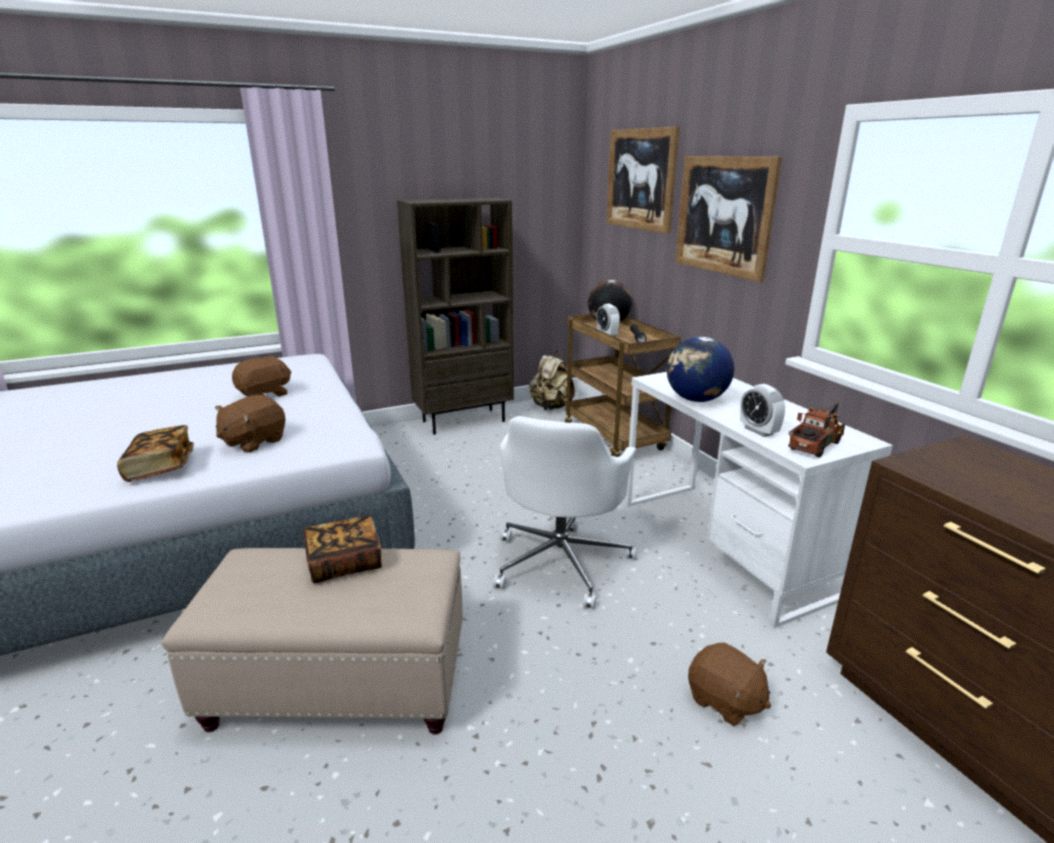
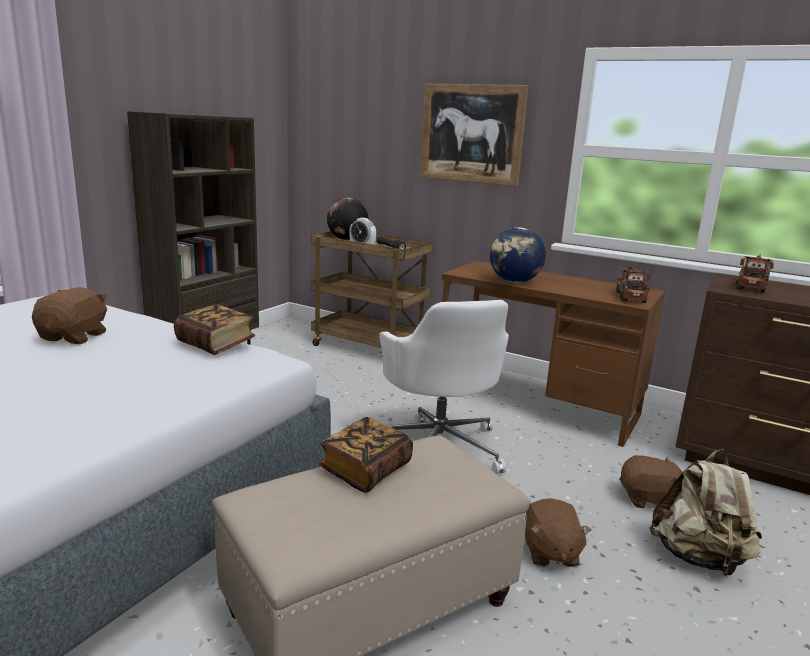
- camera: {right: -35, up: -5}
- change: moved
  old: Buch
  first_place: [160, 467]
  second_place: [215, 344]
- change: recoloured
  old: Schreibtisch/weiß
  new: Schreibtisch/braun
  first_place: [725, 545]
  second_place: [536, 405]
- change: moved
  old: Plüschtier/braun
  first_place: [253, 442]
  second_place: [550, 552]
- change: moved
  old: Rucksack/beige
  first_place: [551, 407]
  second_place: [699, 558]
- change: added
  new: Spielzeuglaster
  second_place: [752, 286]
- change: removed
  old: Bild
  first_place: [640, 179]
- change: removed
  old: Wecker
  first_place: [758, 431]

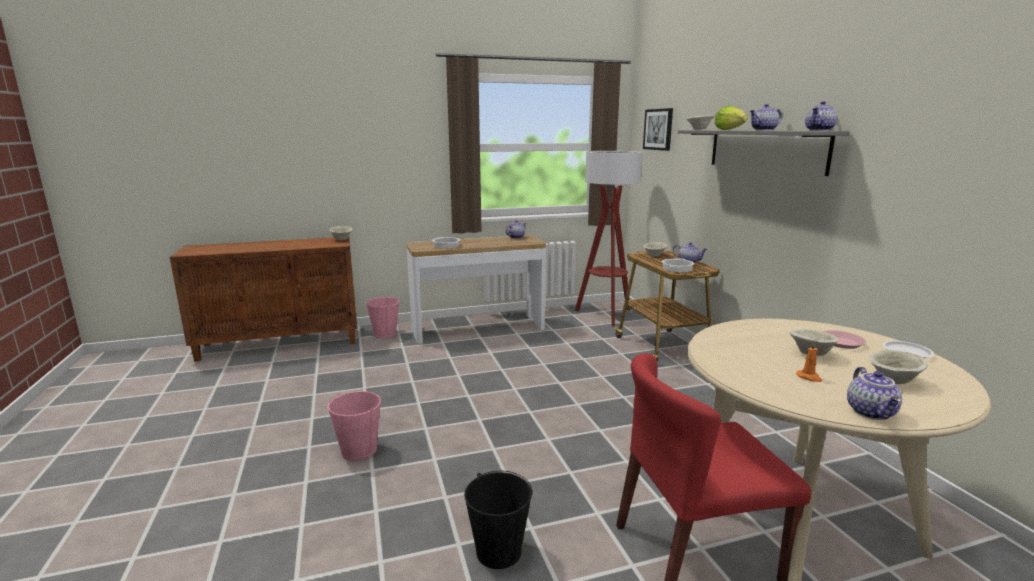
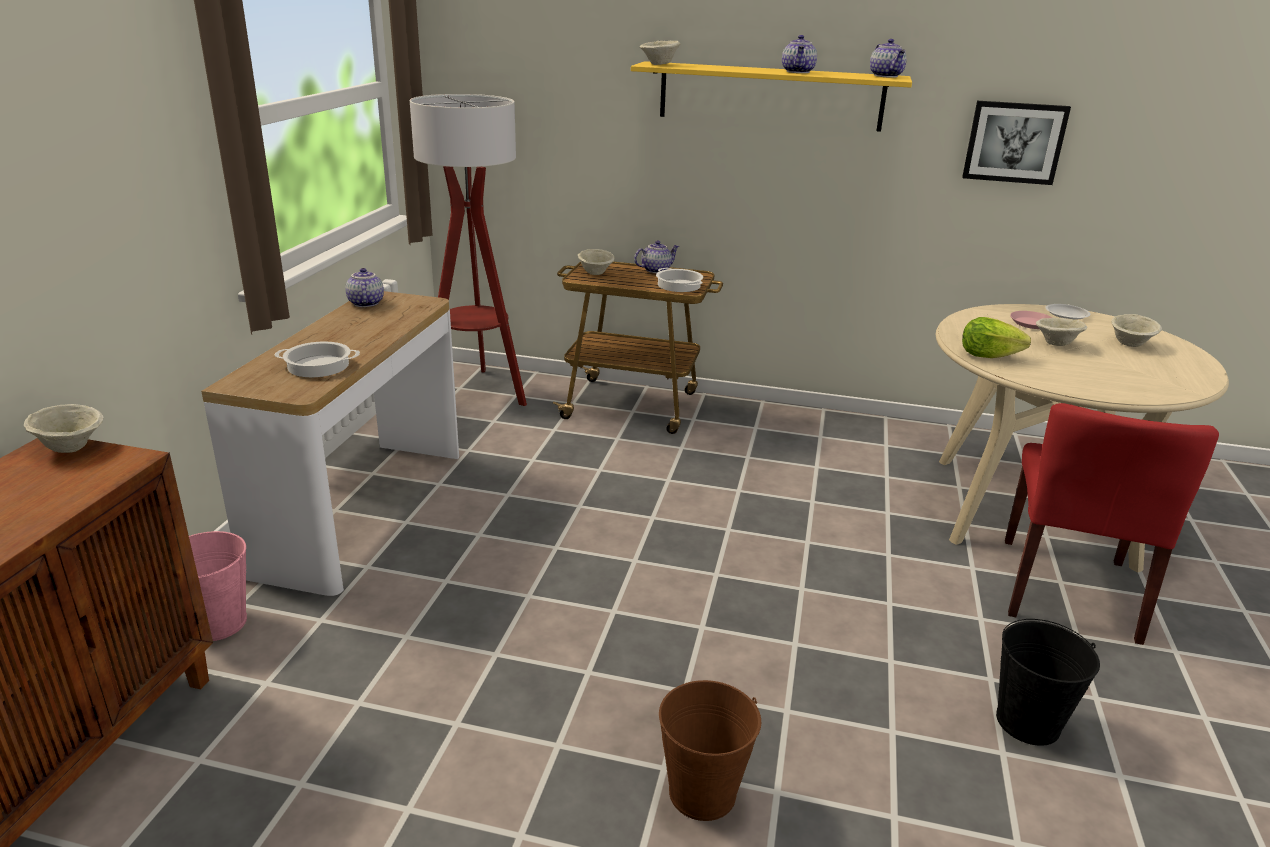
- camera: {right: -60, up: 10}
- change: recoloured
  old: Wandregal/grau
  new: Wandregal/gelb
  first_place: [765, 150]
  second_place: [770, 96]
- change: recoloured
  old: Eimer/rosa
  new: Eimer/braun
  first_place: [359, 450]
  second_place: [701, 792]
- change: moved
  old: Bild
  first_place: [658, 129]
  second_place: [1014, 142]
- change: moved
  old: Salatkopf
  first_place: [729, 130]
  second_place: [988, 356]
- change: removed
  old: Kerze/orange
  first_place: [809, 377]
- change: removed
  old: Teekanne
  first_place: [872, 413]

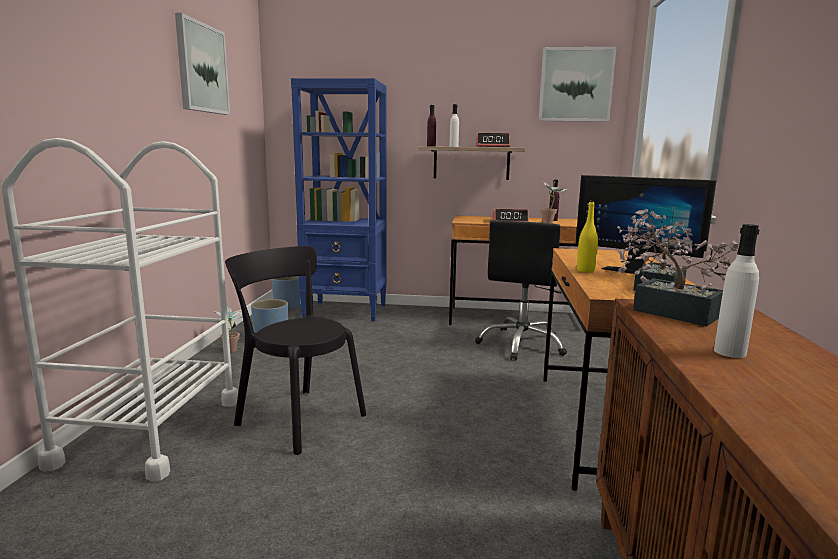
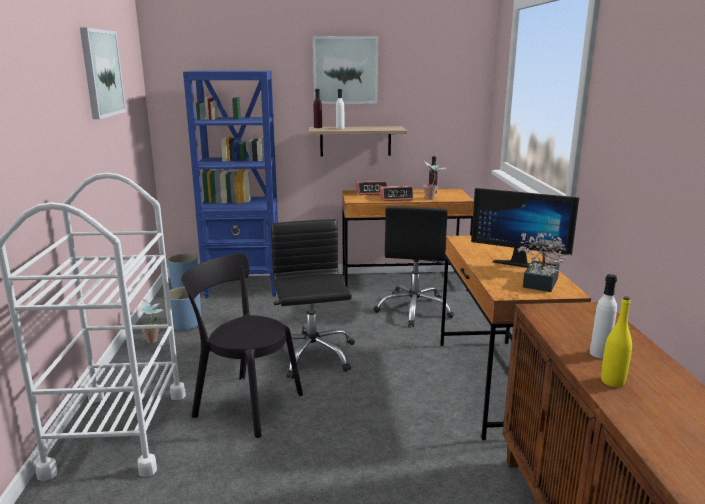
- camera: {right: -10, up: 5}
- change: added
  new: Bürostuhl/schwarz
  second_place: [311, 355]
- change: moved
  old: Bild
  first_place: [575, 85]
  second_place: [345, 70]
- change: moved
  old: Wecker
  first_place: [492, 147]
  second_place: [371, 192]
- change: moved
  old: Flasche/gelb
  first_place: [585, 270]
  second_place: [612, 381]
- change: removed
  old: Topfpflanze
  first_place: [667, 310]

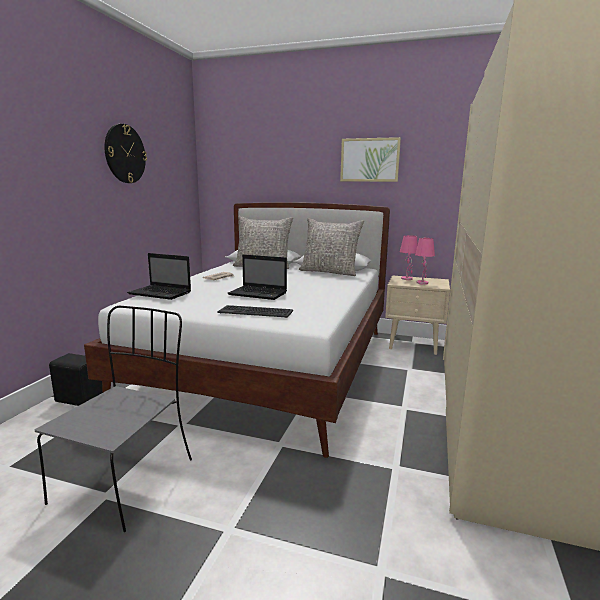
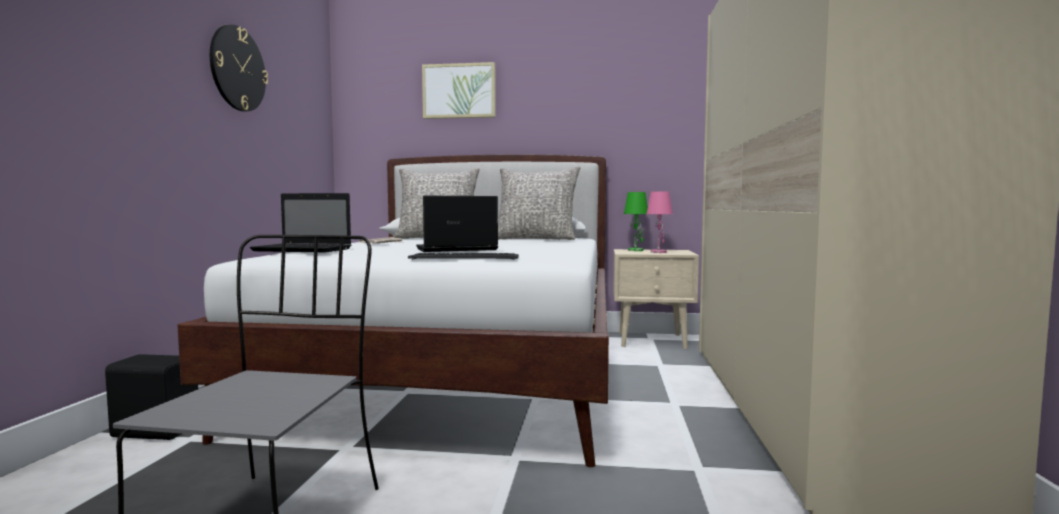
- camera: {right: -10, up: -10}
- change: turned
  old: Laptop
  first_place: [259, 294]
  second_place: [454, 249]
  degrees: 150
- change: moved
  old: Bild
  first_place: [369, 160]
  second_place: [459, 91]
- change: recoloured
  old: Tischlampe/rosa
  new: Tischlampe/grün
  first_place: [407, 279]
  second_place: [636, 250]

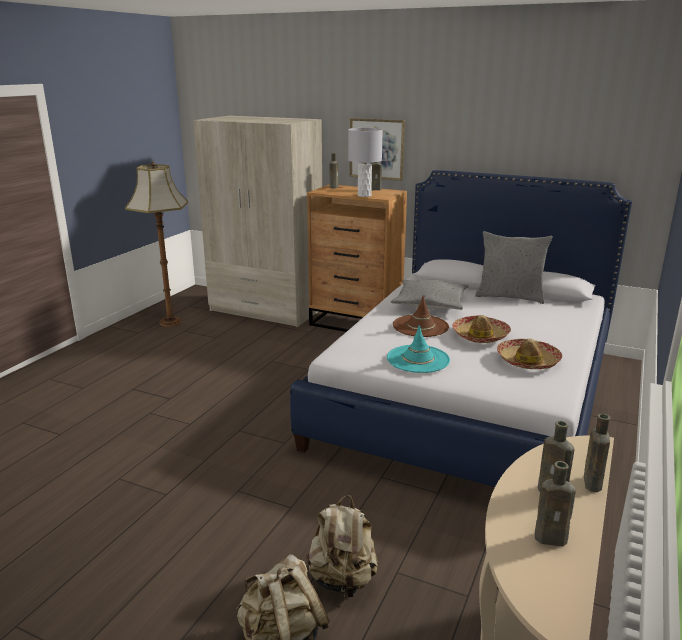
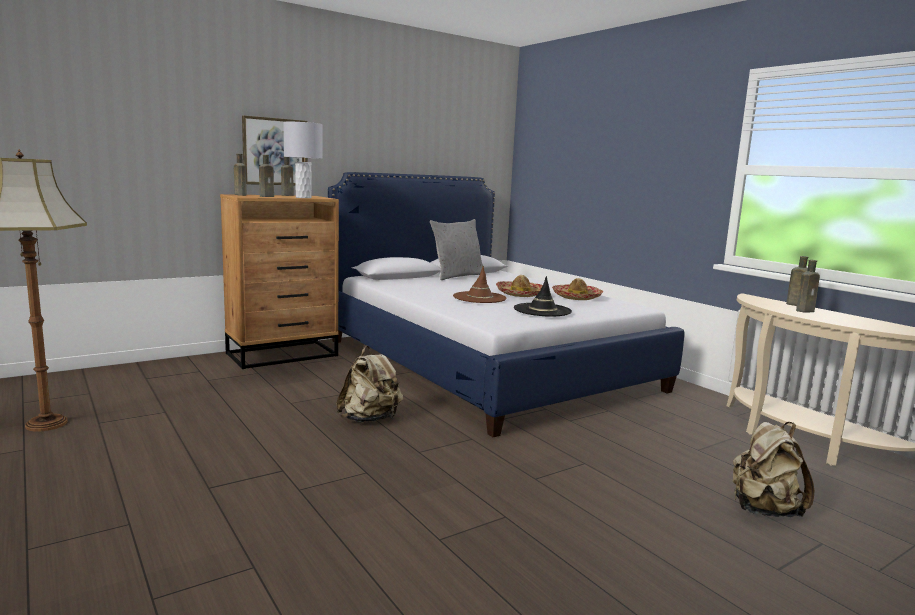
- camera: {right: -60, up: -10}
- change: moved
  old: Flasche/braun
  first_place: [553, 539]
  second_place: [267, 196]
- change: moved
  old: Rucksack/beige
  first_place: [342, 579]
  second_place: [370, 419]
- change: recoloured
  old: Hut/türkis
  new: Hut/schwarz
  first_place: [418, 359]
  second_place: [542, 310]
- change: removed
  old: Kleiderschrank/beige
  first_place: [266, 309]
- change: removed
  old: Kissen/grau
  first_place: [430, 303]

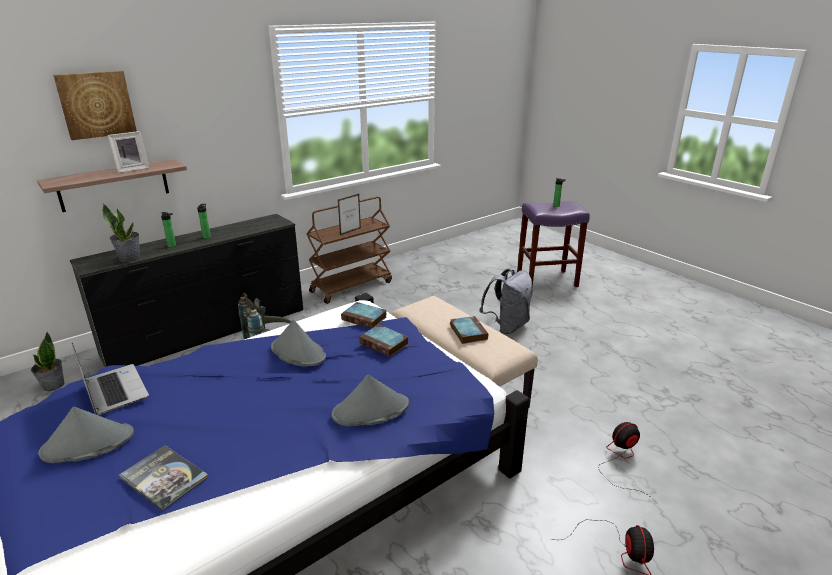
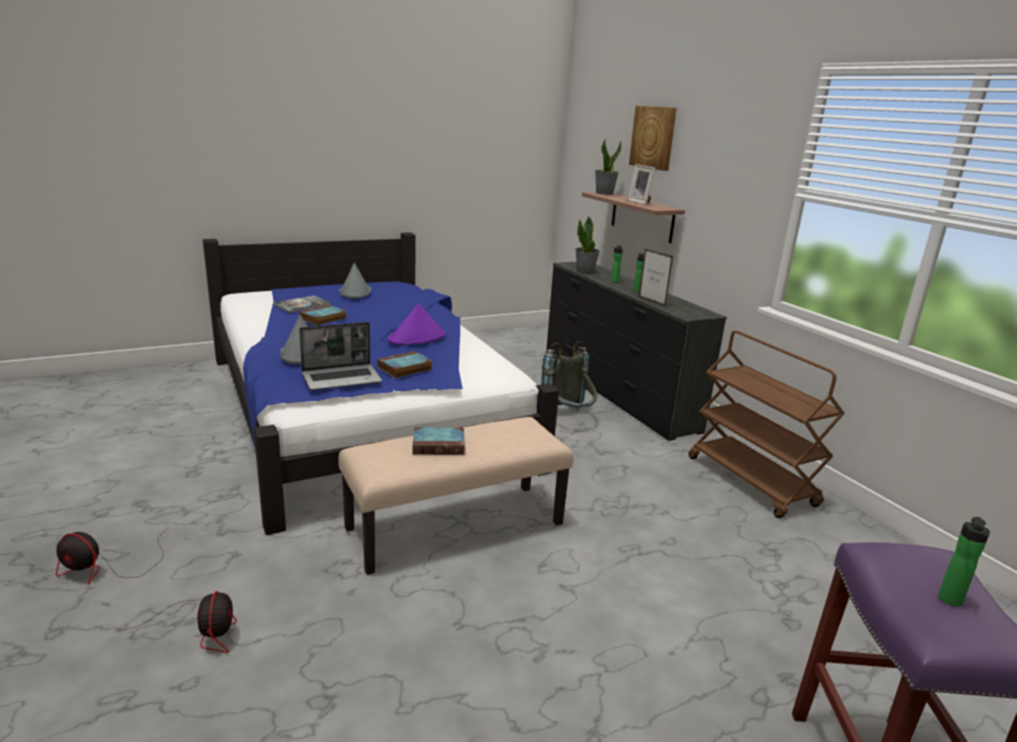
- camera: {right: 100, up: -5}
- change: moved
  old: Buch
  first_place: [365, 318]
  second_place: [322, 318]
- change: moved
  old: Laptop
  first_place: [114, 390]
  second_place: [342, 378]
- change: recoloured
  old: Hut/grau
  new: Hut/lila
  first_place: [298, 352]
  second_place: [417, 338]
- change: moved
  old: Topfpflanze
  first_place: [53, 385]
  second_place: [604, 193]
- change: moved
  old: Bilderrahmen
  first_place: [350, 231]
  second_place: [651, 301]
- change: removed
  old: Rucksack/grau
  first_place: [507, 326]

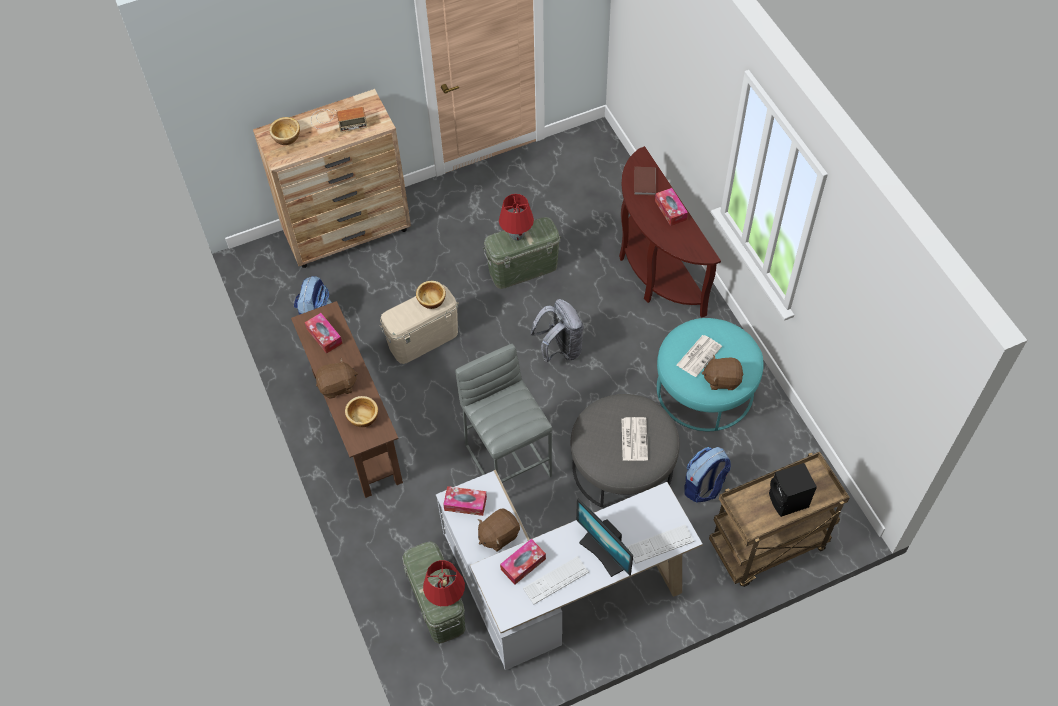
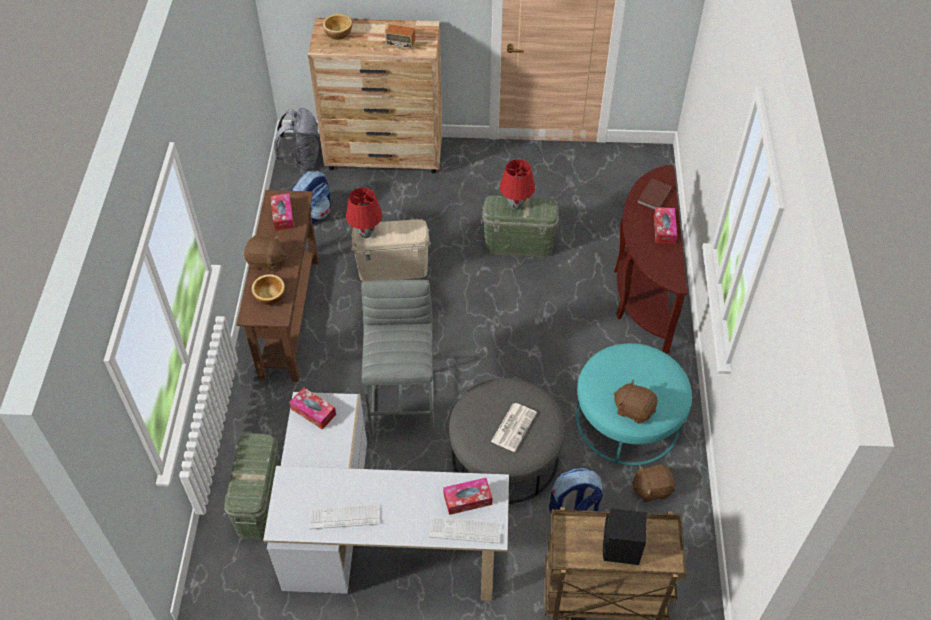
- camera: {right: 25, up: -5}
- change: moved
  old: Rucksack/grau
  first_place: [560, 349]
  second_place: [302, 159]
- change: moved
  old: Tischlampe/rot
  first_place: [446, 597]
  second_place: [366, 233]
- change: moved
  old: Taschentuchbox
  first_place: [523, 564]
  second_place: [467, 499]
- change: moved
  old: Plüschtier/braun
  first_place: [498, 535]
  second_place: [651, 489]
- change: removed
  old: Schüssel
  first_place: [431, 300]
- change: removed
  old: Monitor
  first_place: [604, 552]
- change: removed
  old: Zeitung
  first_place: [699, 355]

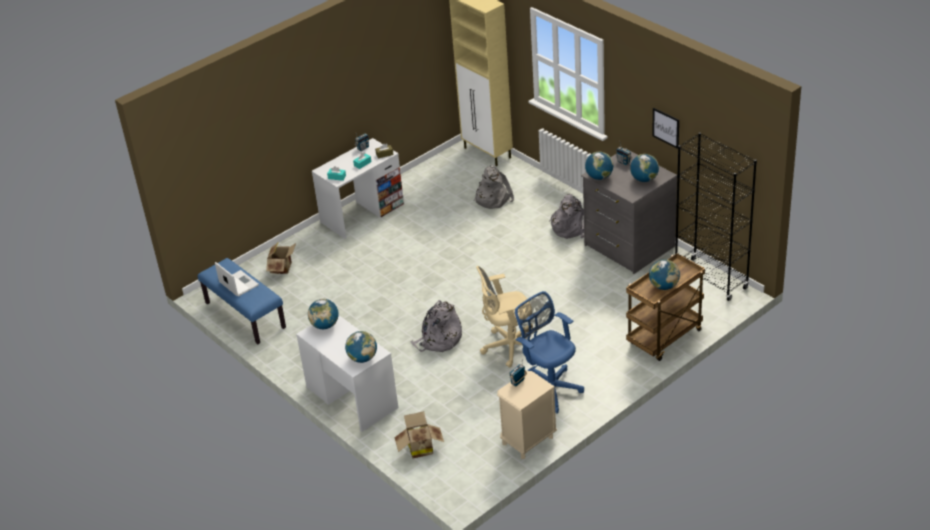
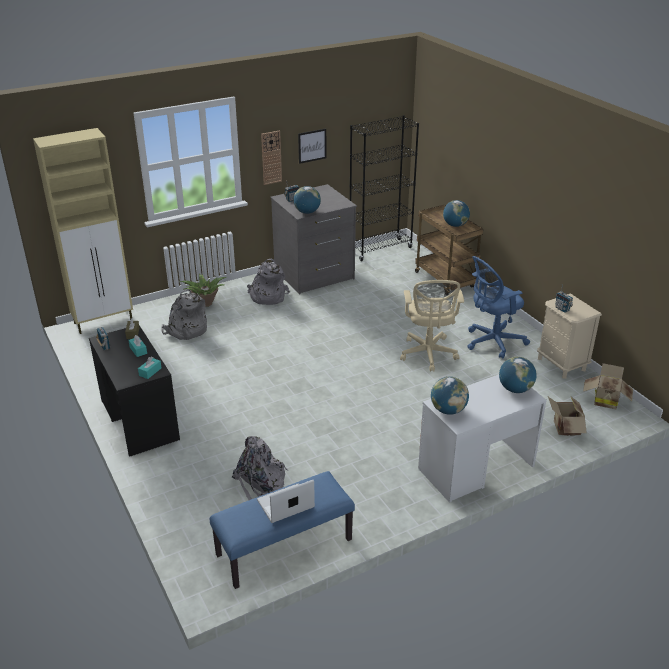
- camera: {right: -80, up: -5}
- change: recoloured
  old: Schreibtisch/weiß
  new: Schreibtisch/schwarz
  first_place: [362, 213]
  second_place: [139, 420]
- change: added
  new: Topfpflanze
  second_place: [205, 303]
- change: moved
  old: Rucksack/grau
  first_place: [439, 340]
  second_place: [260, 485]
- change: added
  new: Wanduhr
  second_place: [271, 157]
- change: moved
  old: Karton
  first_place: [283, 268]
  second_place: [605, 400]
- change: removed
  old: Globus
  first_place: [644, 179]

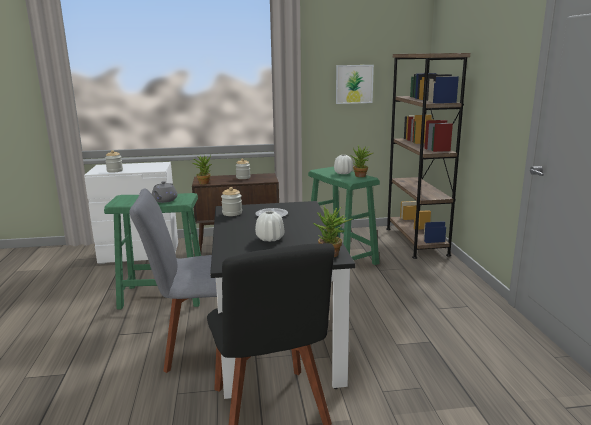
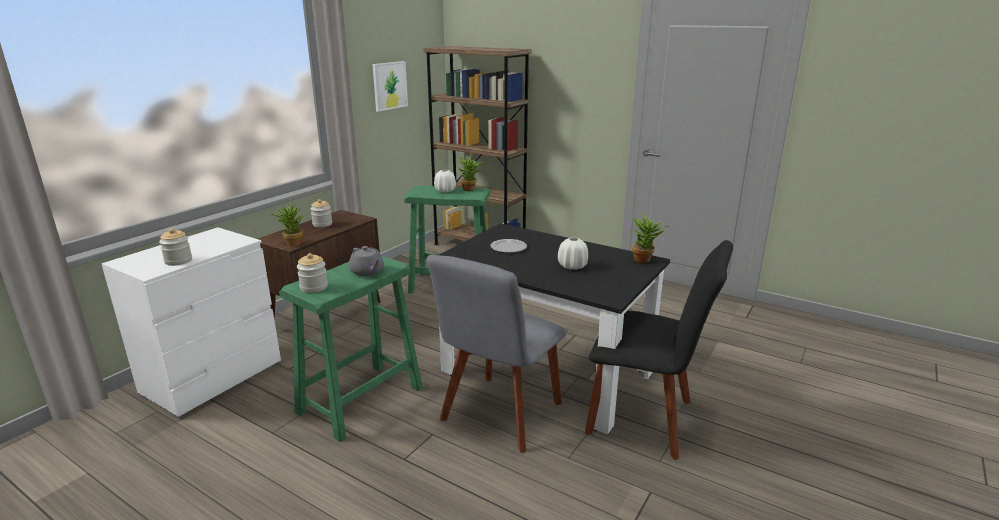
- camera: {right: -50, up: 5}
- change: moved
  old: Vorratsglas
  first_place: [232, 213]
  second_place: [314, 287]

